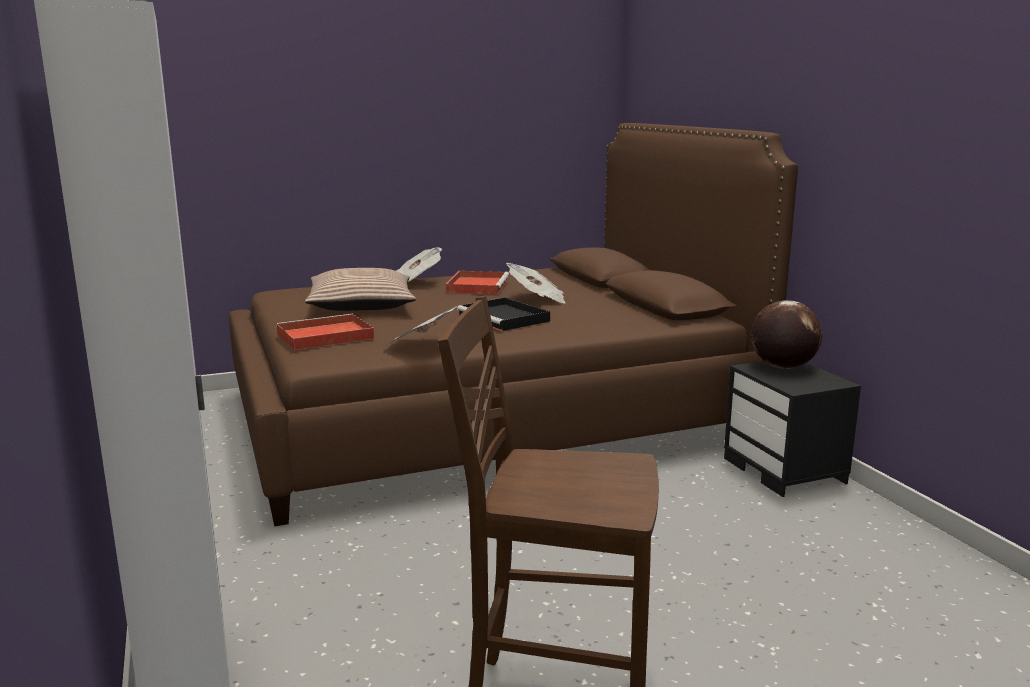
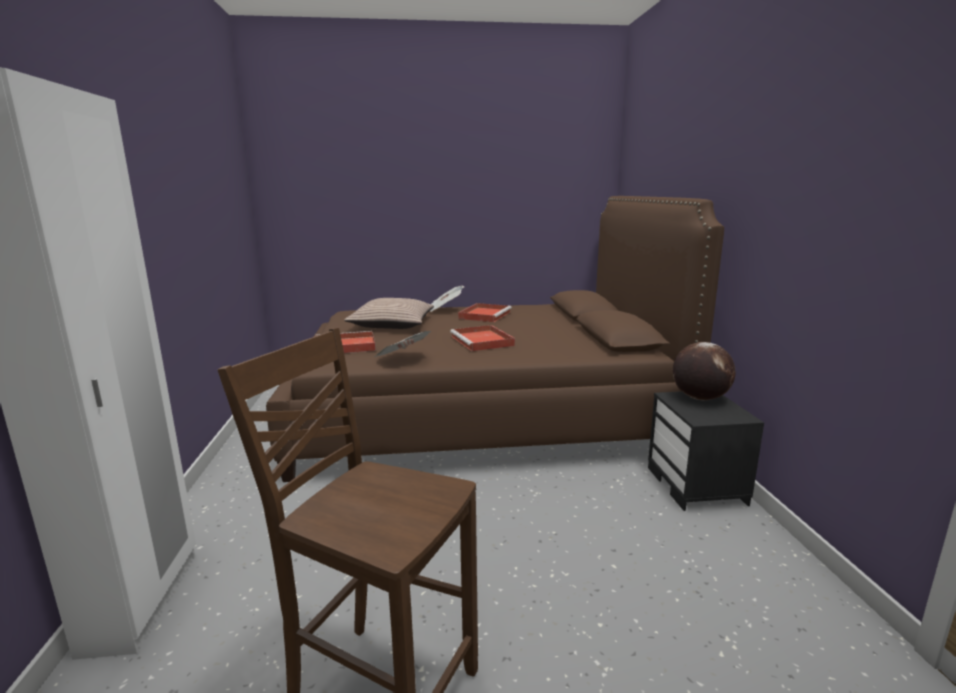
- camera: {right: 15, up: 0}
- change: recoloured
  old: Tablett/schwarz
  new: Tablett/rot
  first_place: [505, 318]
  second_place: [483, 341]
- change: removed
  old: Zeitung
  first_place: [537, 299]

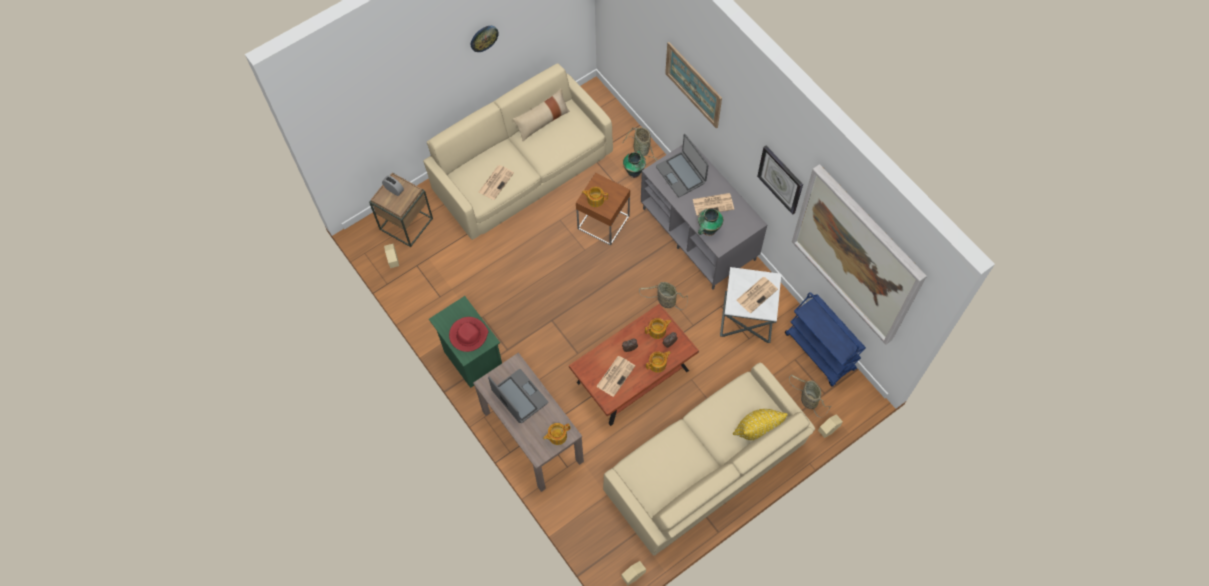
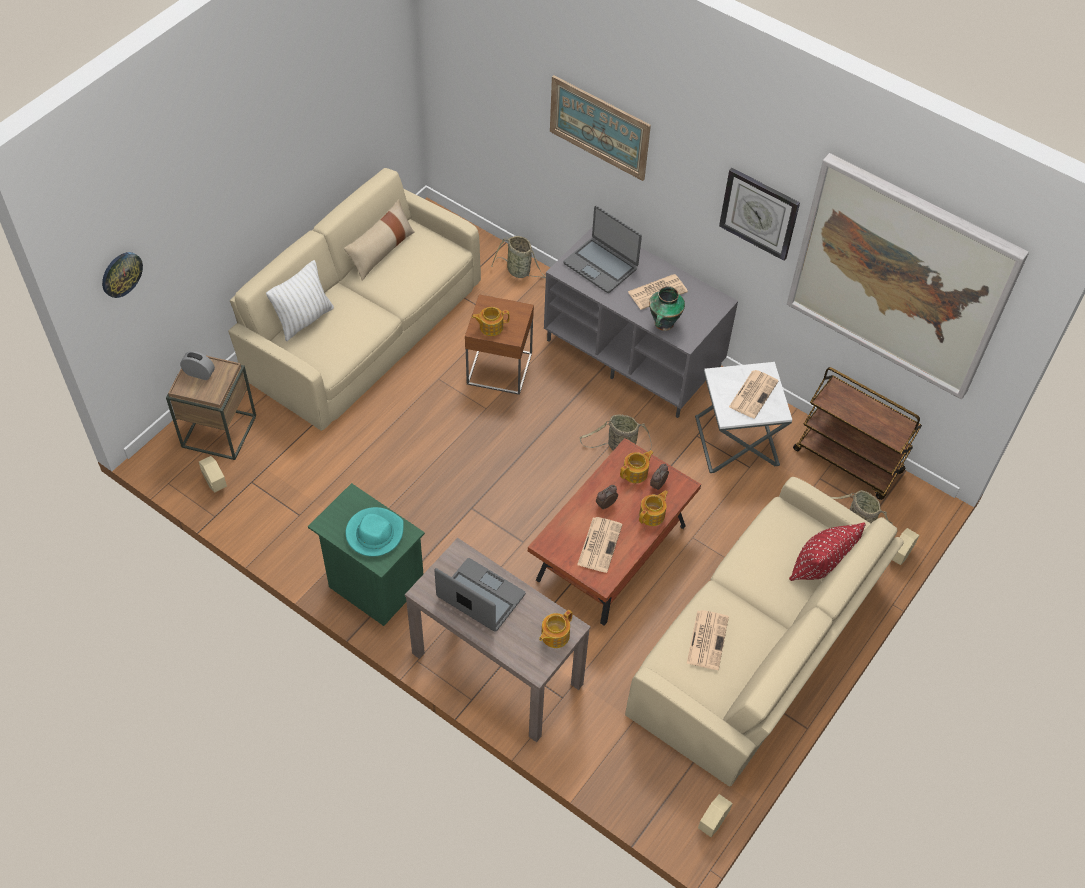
- camera: {right: -20, up: -10}
- change: moved
  old: Wanduhr
  first_place: [483, 38]
  second_place: [121, 274]
- change: added
  new: Kissen/weiß
  second_place: [304, 320]
- change: recoloured
  old: Hut/rot
  new: Hut/türkis
  first_place: [468, 335]
  second_place: [374, 533]
- change: moved
  old: Zeitung
  first_place: [496, 182]
  second_place: [707, 639]
- change: recoloured
  old: Kissen/gelb
  new: Kissen/rot
  first_place: [757, 430]
  second_place: [820, 567]
- change: recoloured
  old: Rollwagen/blau
  new: Rollwagen/braun
  first_place: [820, 352]
  second_place: [848, 461]
- change: removed
  old: Vase
  first_place: [634, 171]

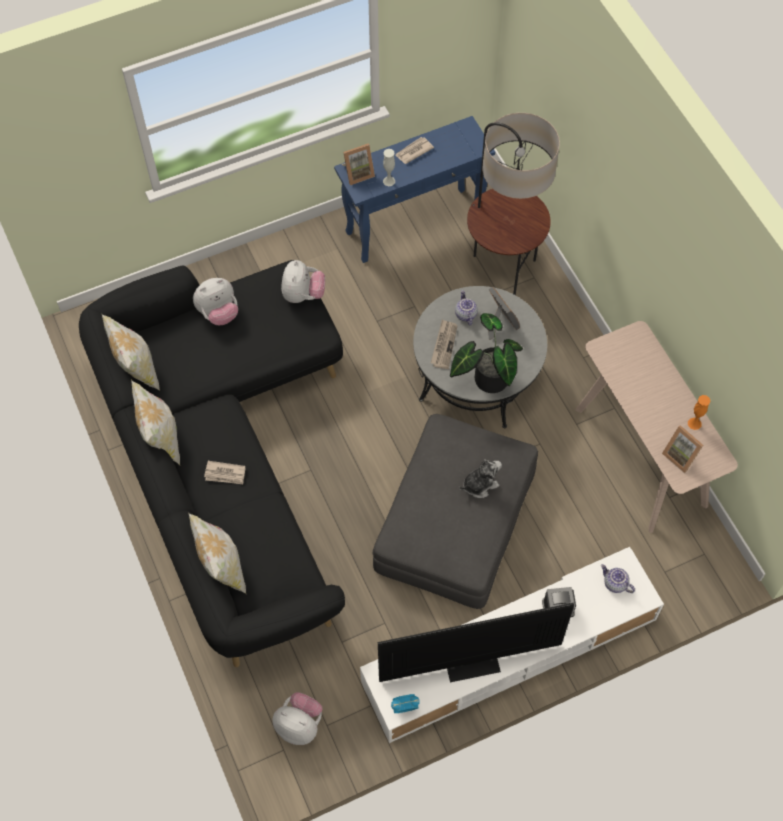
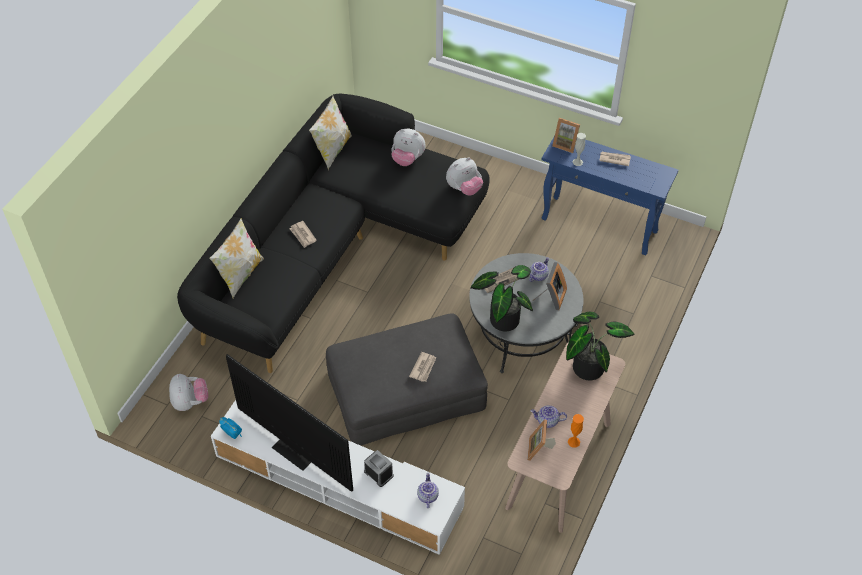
- camera: {right: 50, up: -10}
- change: replaced
  old: Plüschtier
  new: Zeitung
  first_place: [479, 484]
  second_place: [423, 367]
- change: added
  new: Teekanne
  second_place: [547, 421]
- change: added
  new: Topfpflanze
  second_place: [589, 364]
- change: removed
  old: Kissen
  first_place: [161, 438]
- change: removed
  old: Stehlampe
  first_place: [502, 268]

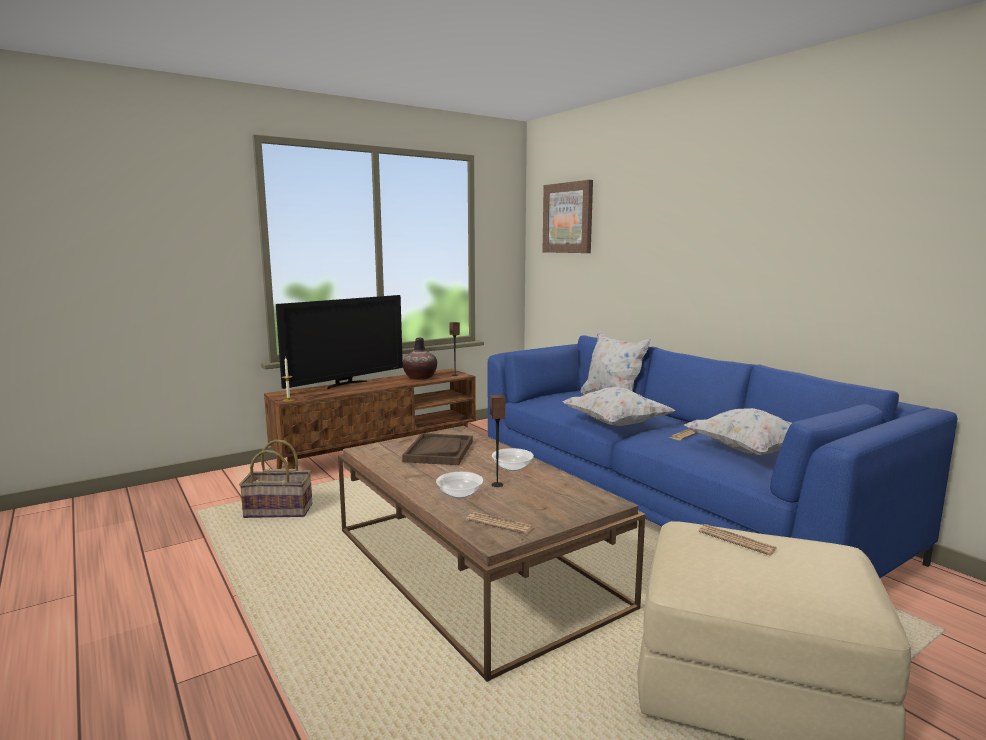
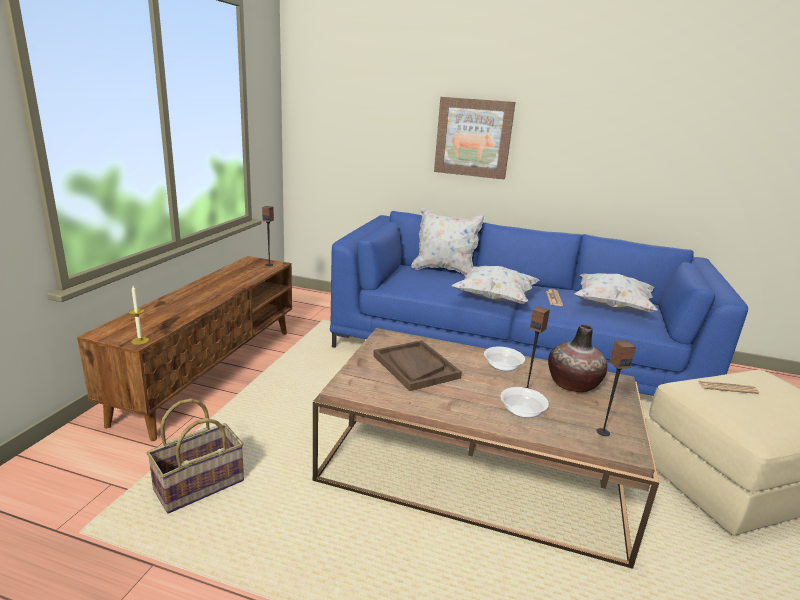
- camera: {right: -40, up: 10}
- change: moved
  old: Bild
  first_place: [568, 218]
  second_place: [473, 138]
- change: moved
  old: Vase
  first_place: [420, 378]
  second_place: [572, 384]
- change: replaced
  old: Zeitung
  new: Lautsprecher
  first_place: [500, 524]
  second_place: [603, 432]
- change: removed
  old: Fernseher
  first_place: [345, 384]

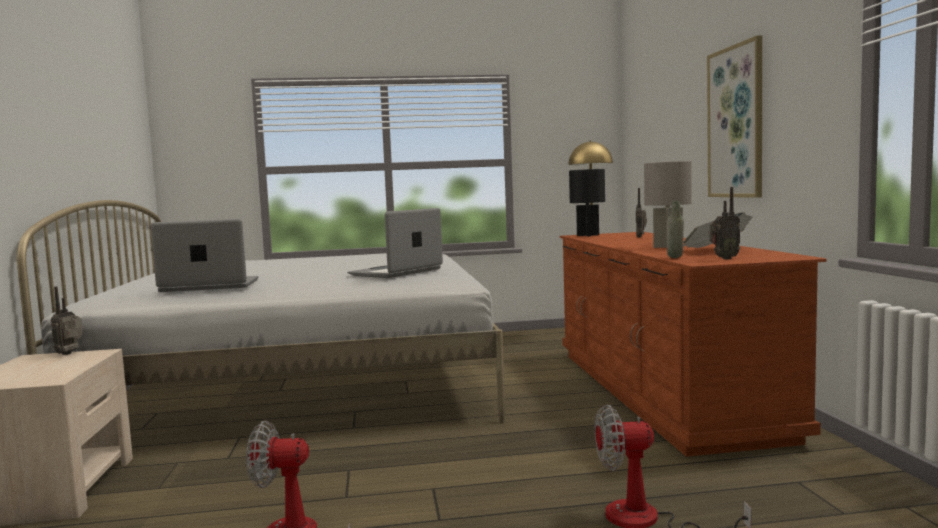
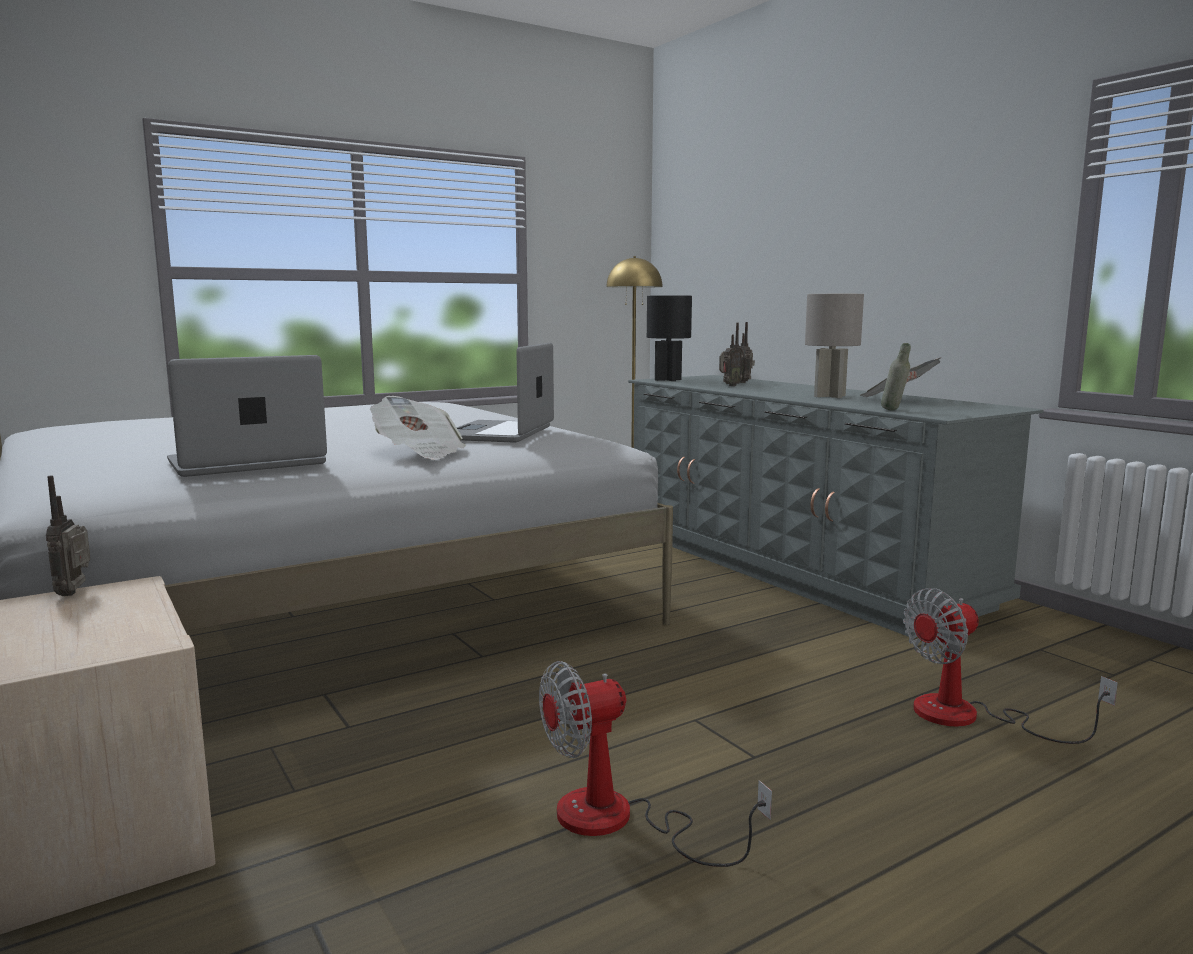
- camera: {right: -25, up: 5}
- change: added
  new: Zeitung
  second_place: [419, 452]
- change: recoloured
  old: Kommode/braun
  new: Kommode/grau
  first_place: [660, 391]
  second_place: [792, 567]
- change: moved
  old: Radio
  first_place: [723, 259]
  second_place: [729, 385]
- change: removed
  old: Bild
  first_place: [736, 122]

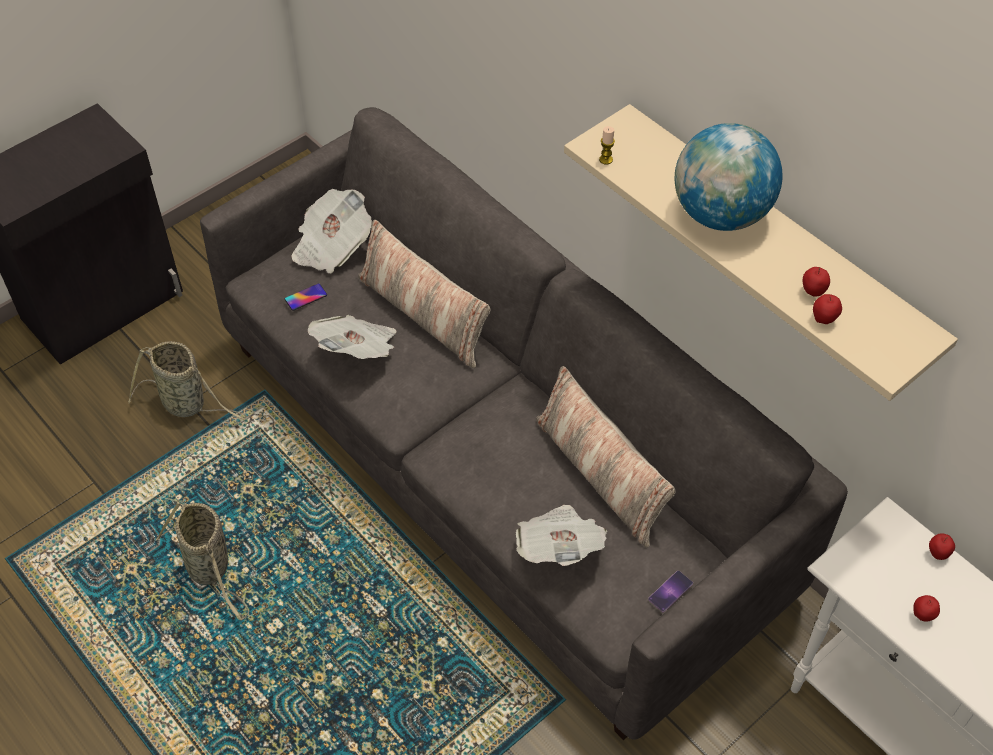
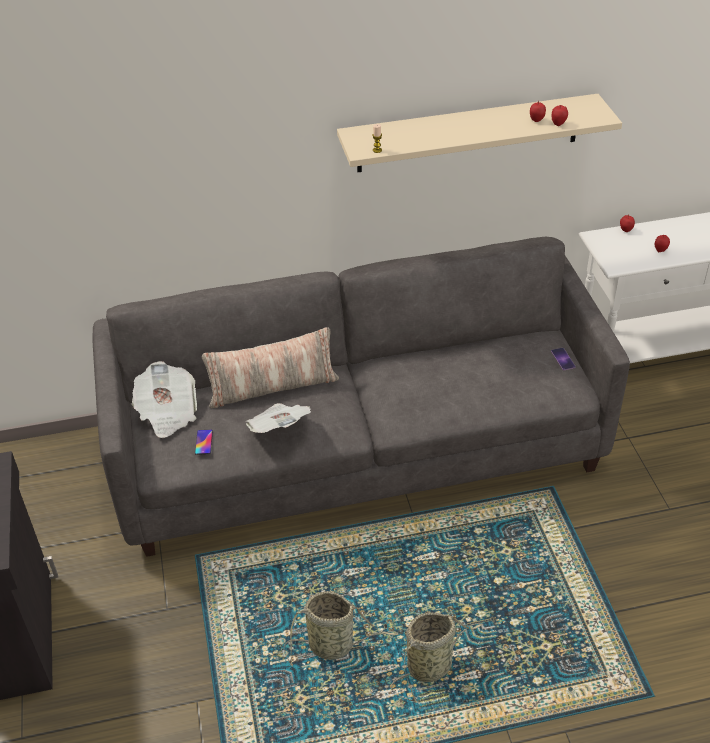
- camera: {right: -60, up: -10}
- change: moved
  old: Korb
  first_place: [187, 404]
  second_place: [432, 665]
- change: removed
  old: Zeitung
  first_place: [559, 547]
- change: removed
  old: Kissen
  first_place: [601, 475]
- change: removed
  old: Globus
  first_place: [720, 214]

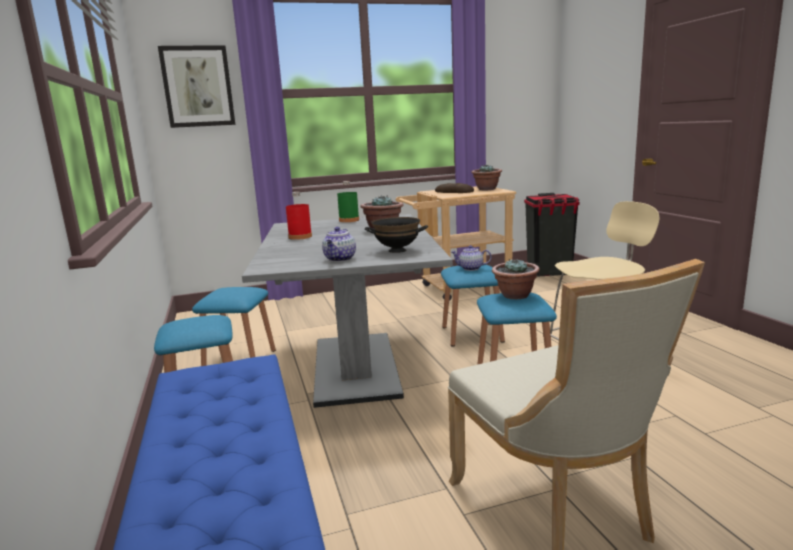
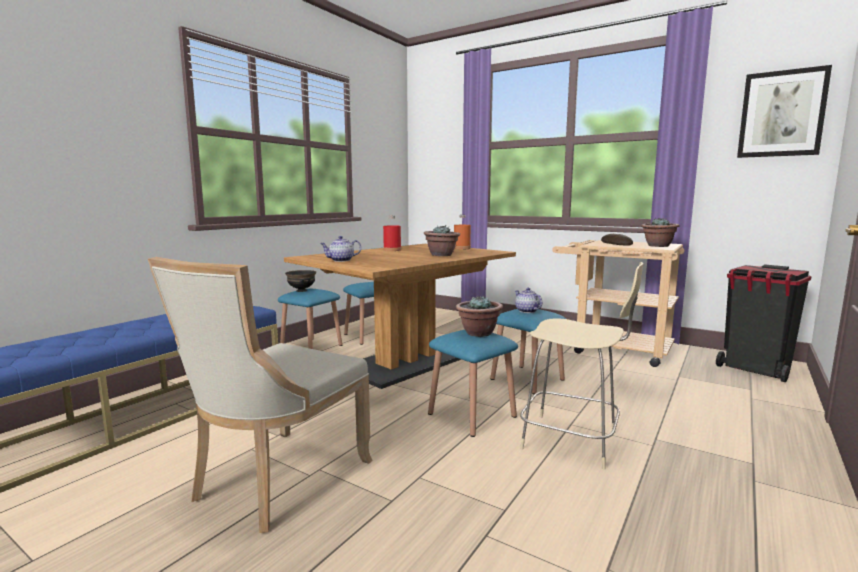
- camera: {right: 50, up: -5}
- change: recoloured
  old: Esstisch/grau
  new: Esstisch/braun
  first_place: [355, 367]
  second_place: [406, 363]
- change: moved
  old: Schüssel/schwarz
  first_place: [397, 250]
  second_place: [302, 290]
- change: recoloured
  old: Flasche/grün
  new: Flasche/orange
  first_place: [349, 220]
  second_place: [462, 248]
- change: moved
  old: Bild
  first_place: [198, 87]
  second_place: [781, 114]

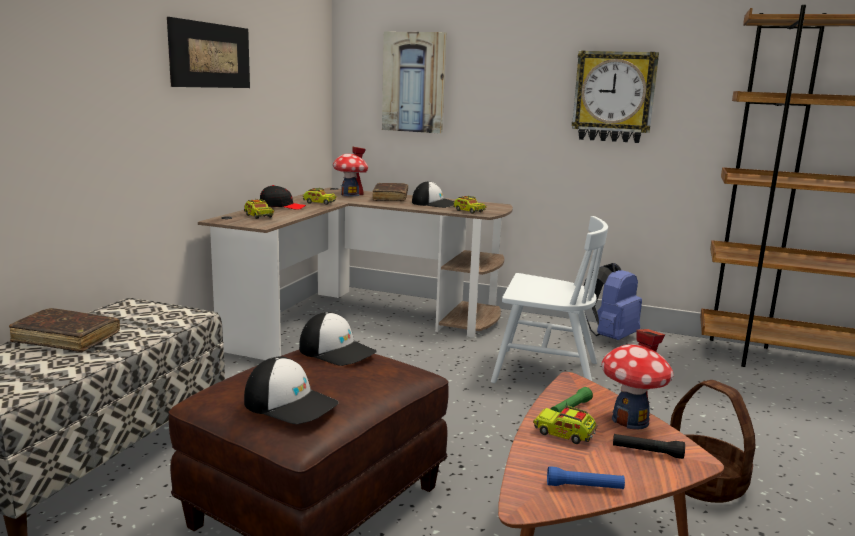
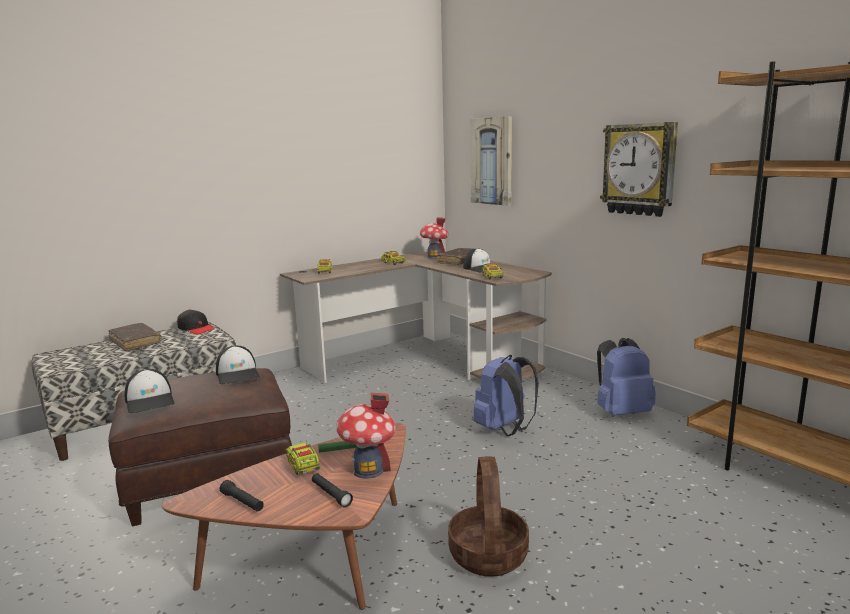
- camera: {right: 35, up: 0}
- change: moved
  old: Kappe/schwarz
  first_place: [282, 206]
  second_place: [196, 329]
- change: recoloured
  old: Taschenlampe/blau
  new: Taschenlampe/schwarz
  first_place: [584, 487]
  second_place: [242, 502]
- change: replaced
  old: Stuhl/weiß
  new: Rucksack/blau
  first_place: [545, 372]
  second_place: [505, 429]
- change: removed
  old: Bild
  first_place: [210, 55]

